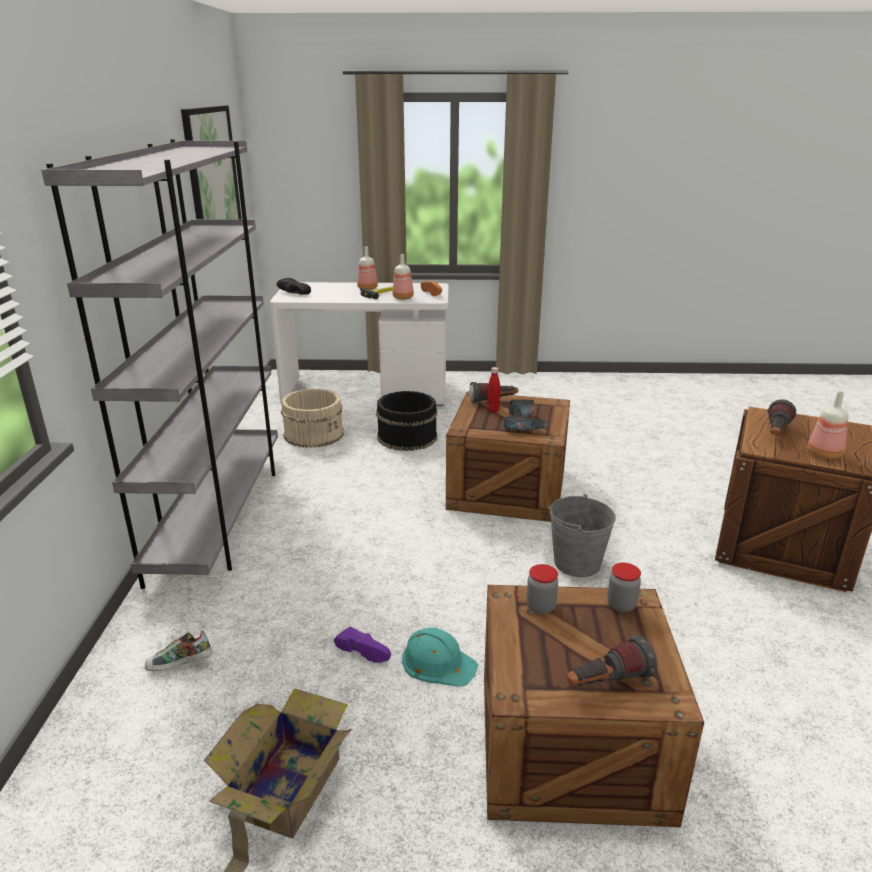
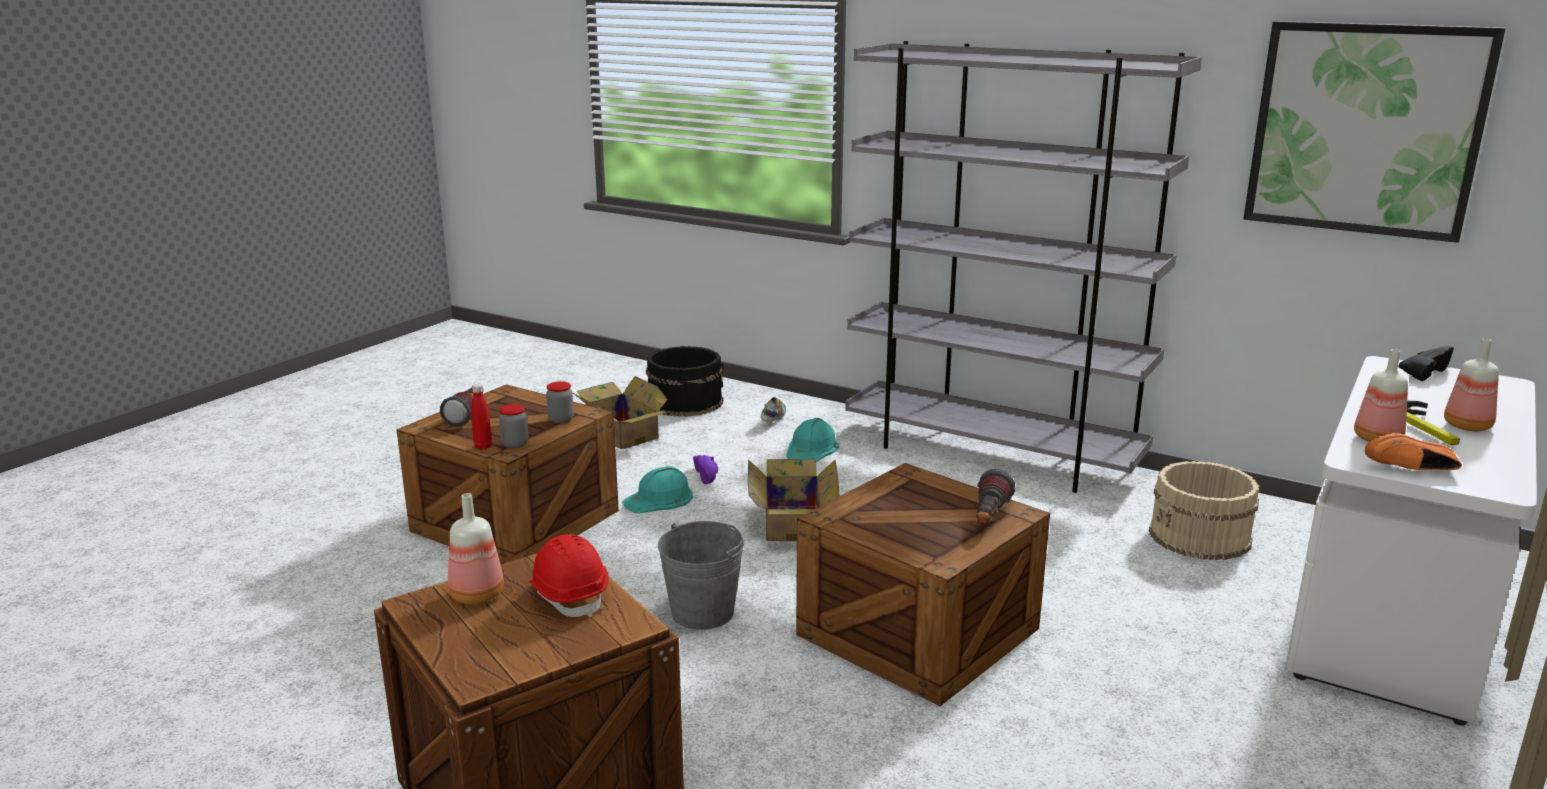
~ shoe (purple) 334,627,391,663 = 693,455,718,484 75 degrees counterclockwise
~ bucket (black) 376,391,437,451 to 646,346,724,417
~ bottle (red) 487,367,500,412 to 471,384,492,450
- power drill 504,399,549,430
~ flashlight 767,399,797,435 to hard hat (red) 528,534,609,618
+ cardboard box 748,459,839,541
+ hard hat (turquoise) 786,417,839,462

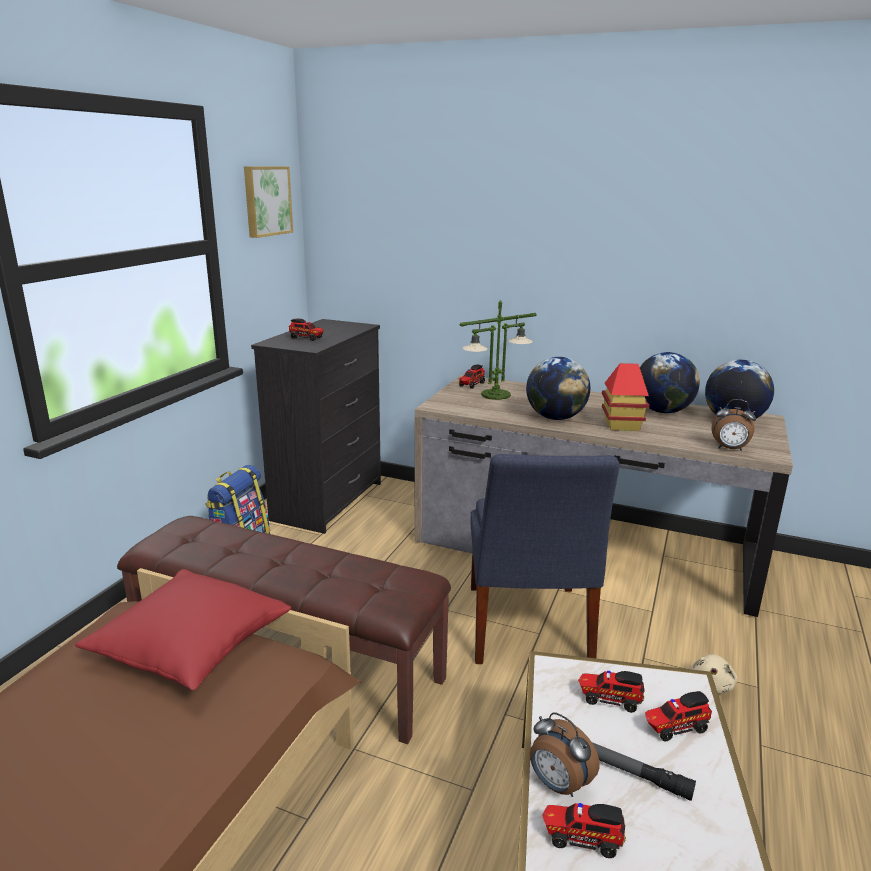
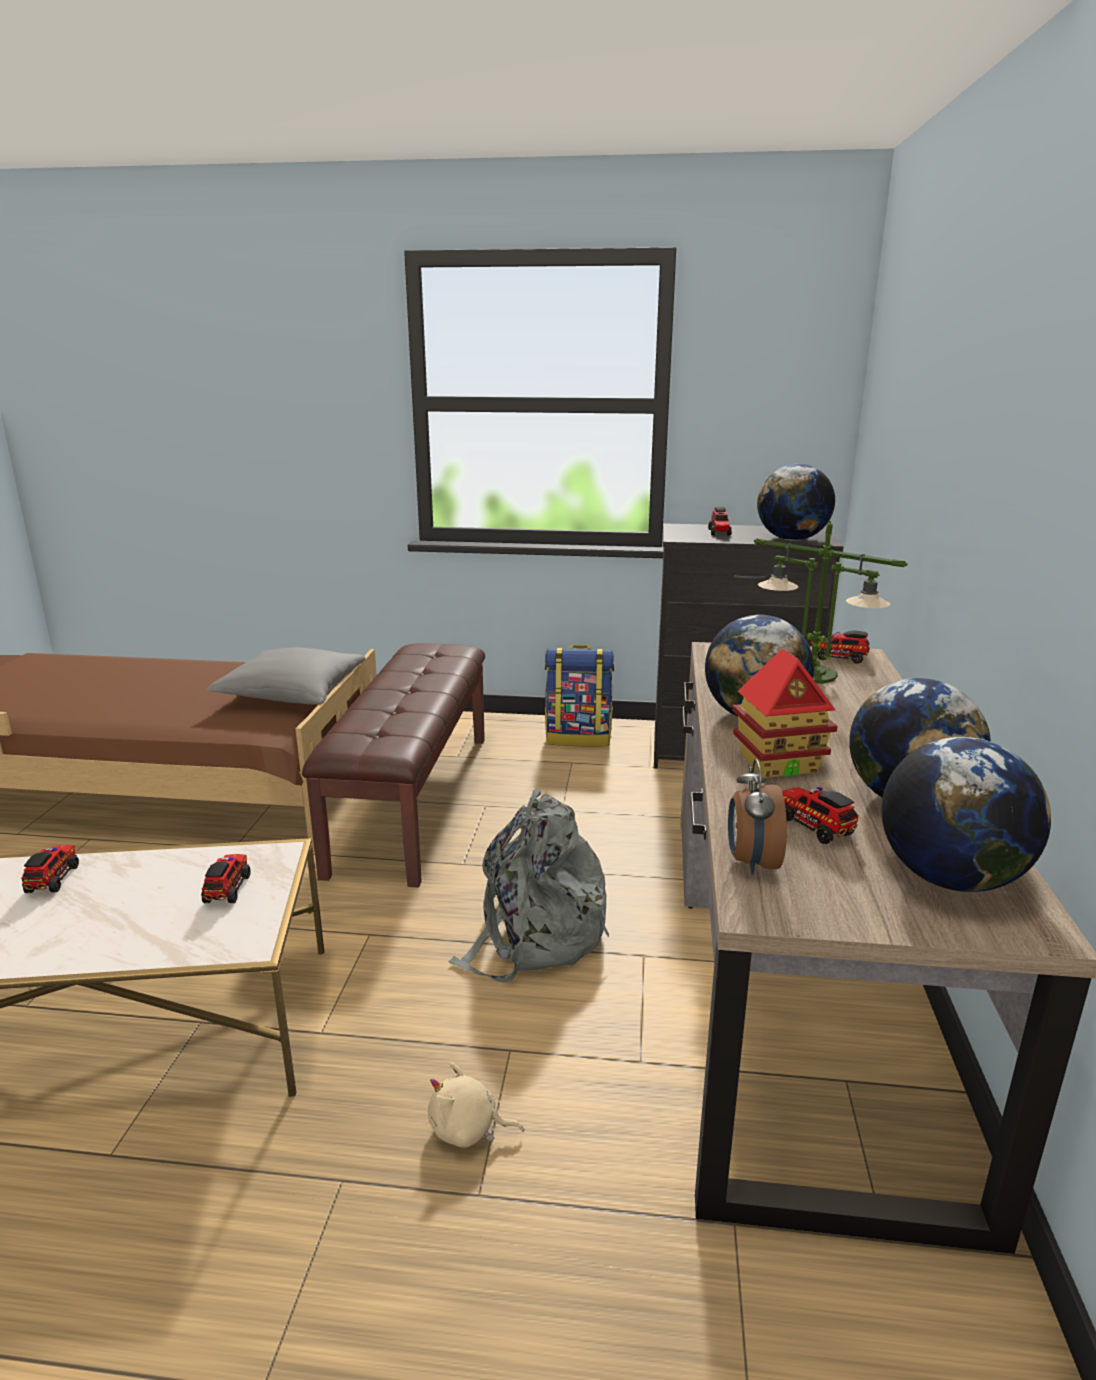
~ pillow (red) 75,569,291,690 to pillow (grey) 207,648,366,705
- picture 244,166,293,238
~ chair (blue) 470,454,620,664 to backpack (grey) 449,787,609,983
- alarm clock 530,712,599,797
- flashlight 592,742,696,801
~ toy truck 645,691,712,742 to 782,787,859,844
+ globe 757,464,835,541

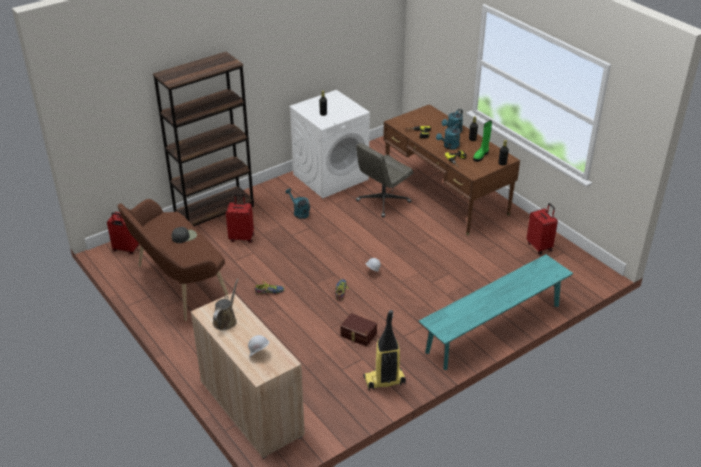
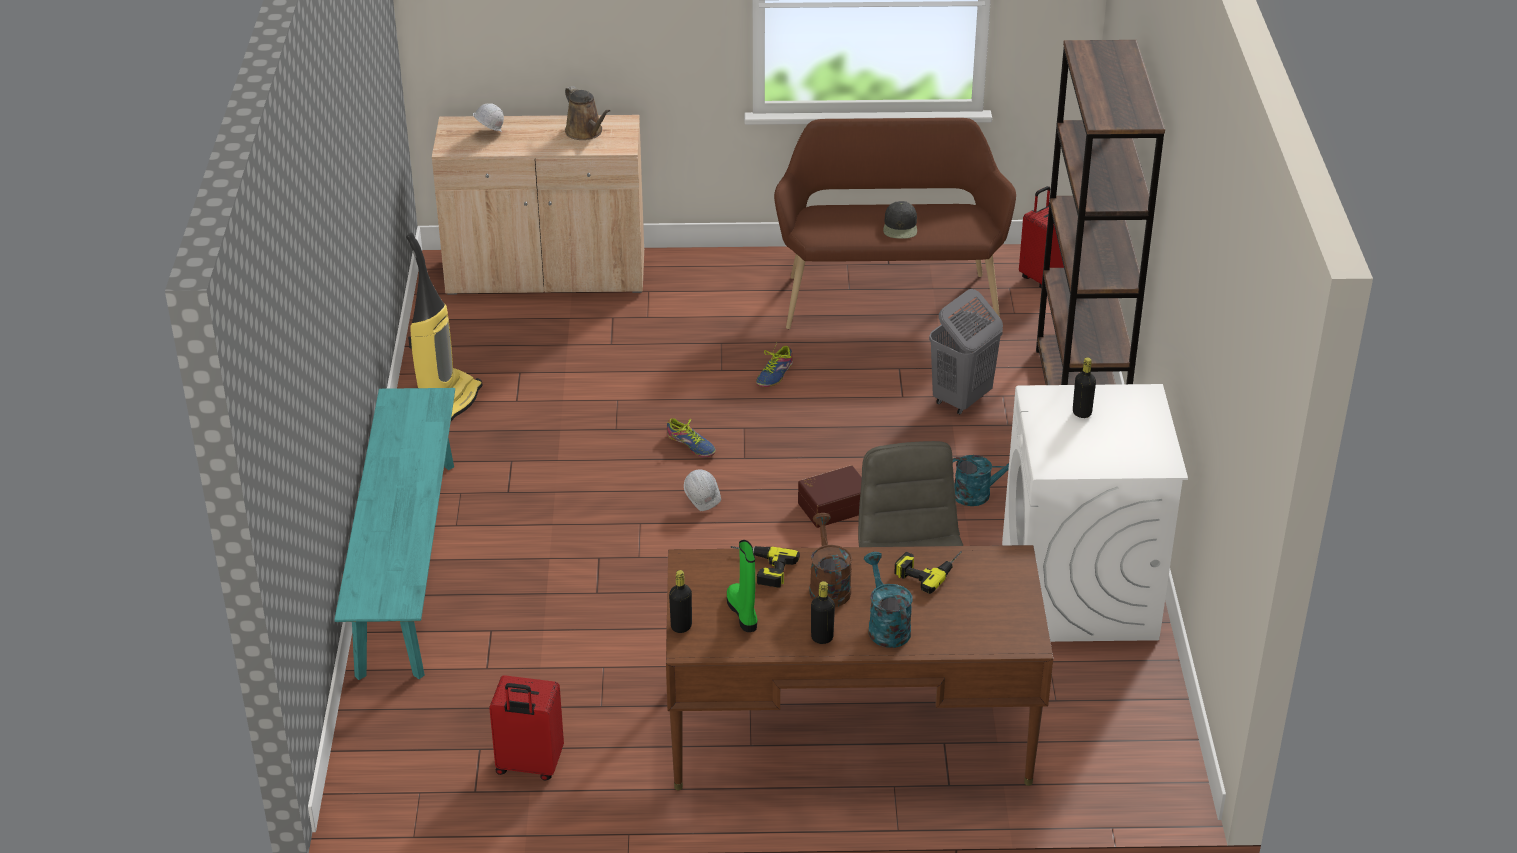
~ suitcase (red) 226,194,254,243 to laundry basket (grey) 929,289,1003,414
~ storage box (brown) 340,313,377,347 to 798,465,862,528
~ watering can (turquoise) 436,124,461,150 to watering can (brown) 809,513,852,607

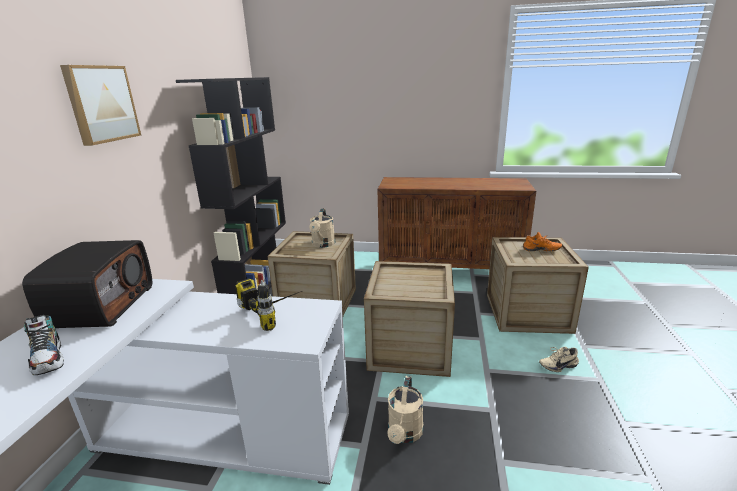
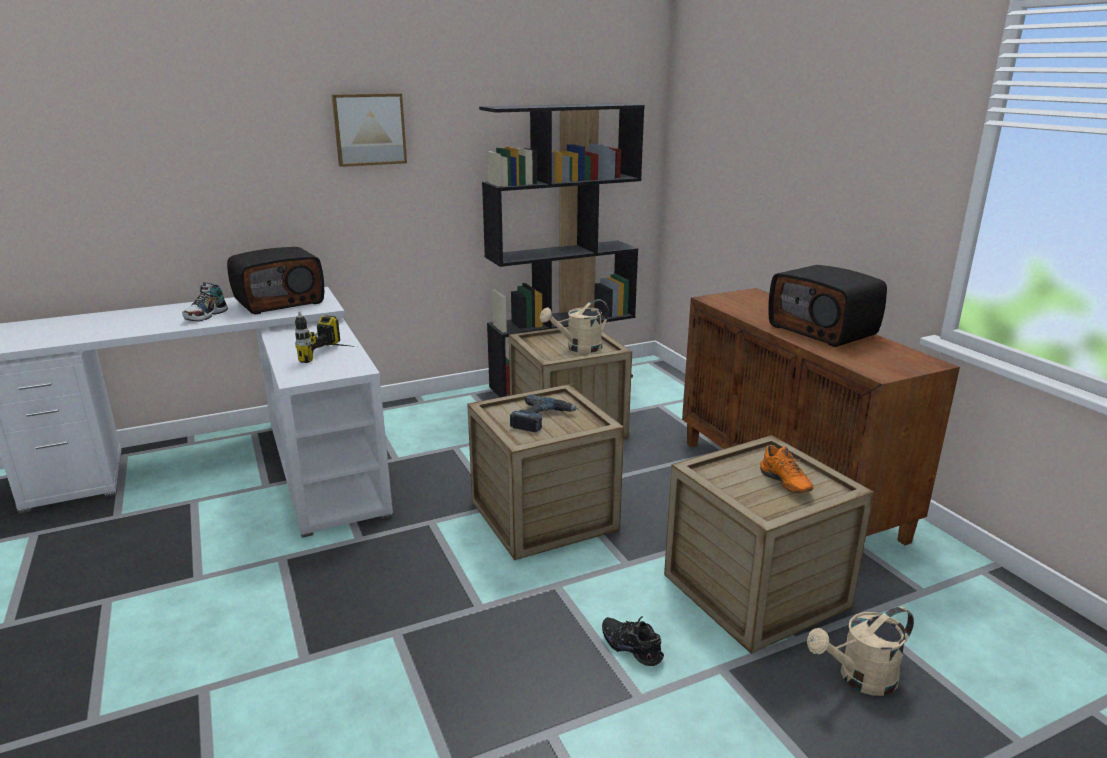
~ watering can (beige) 387,376,424,444 to 807,607,914,696
~ shoe (beige) 539,347,579,372 to shoe (black) 602,616,664,666
+ power drill 510,395,578,432
+ radio 768,265,887,347

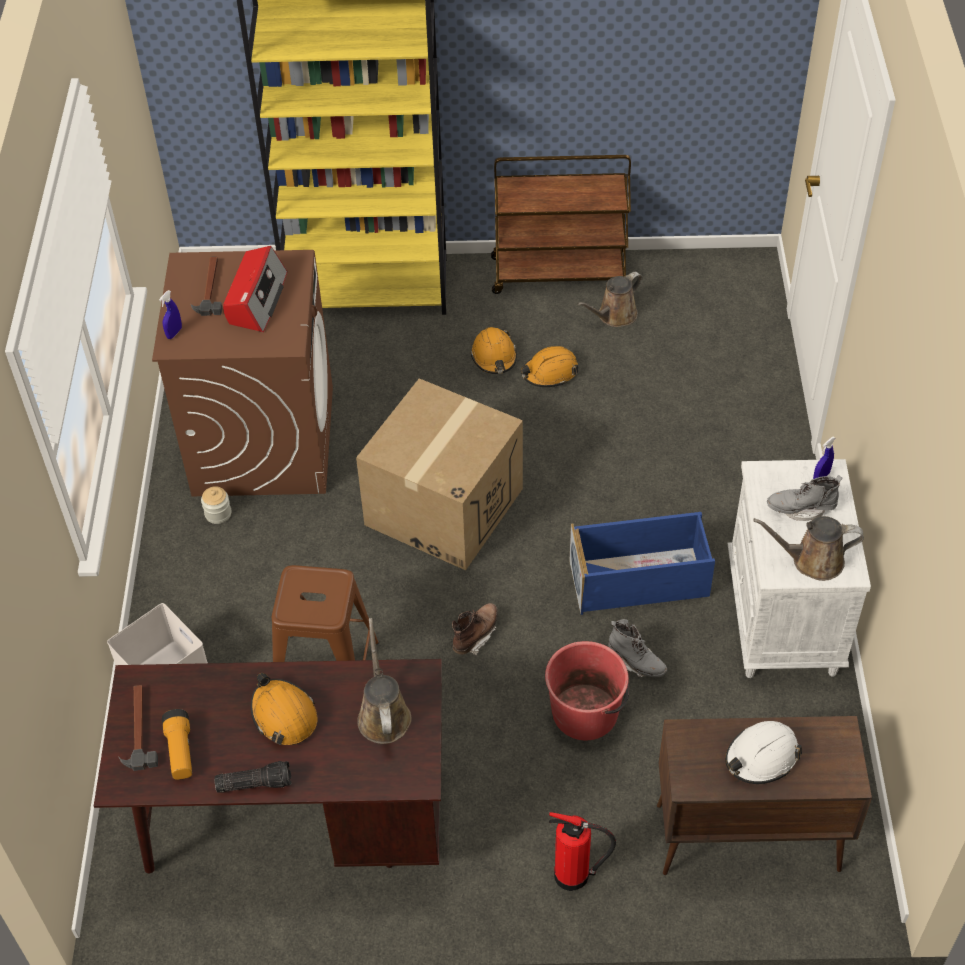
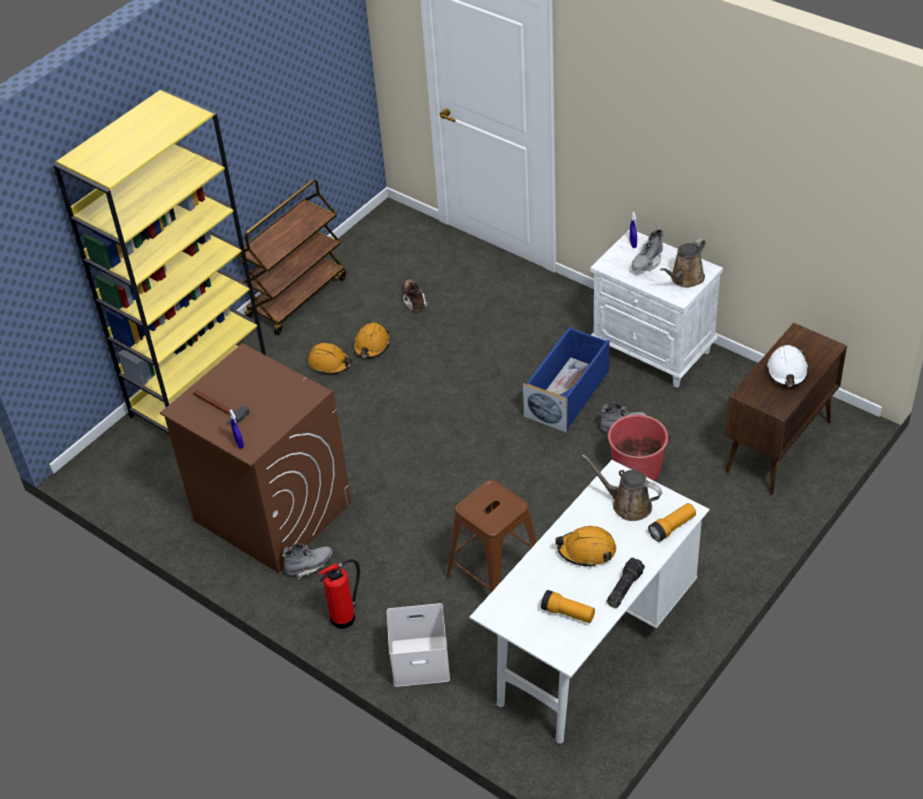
~ desk (brown) 94,659,442,874 to desk (white) 470,460,709,744
- hammer 119,685,158,771
~ jar 201,486,231,524 to boot (grey) 282,544,332,579
- radio 223,246,287,332
- cardboard box 356,378,523,570
~ boot (brown) 452,603,498,655 to 403,279,428,311
~ fire extinguisher 549,812,616,891 to 318,559,360,629
- watering can (brown) 578,272,643,327
+ flashlight 648,503,696,542

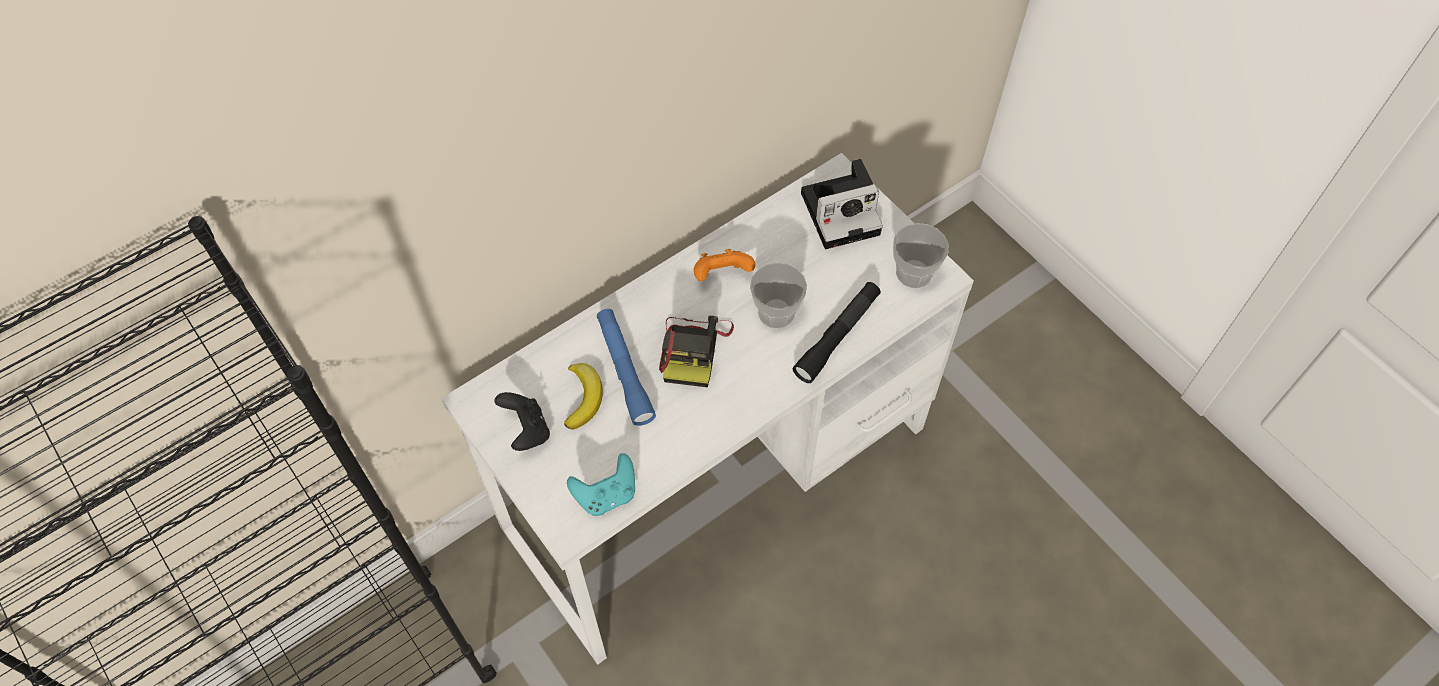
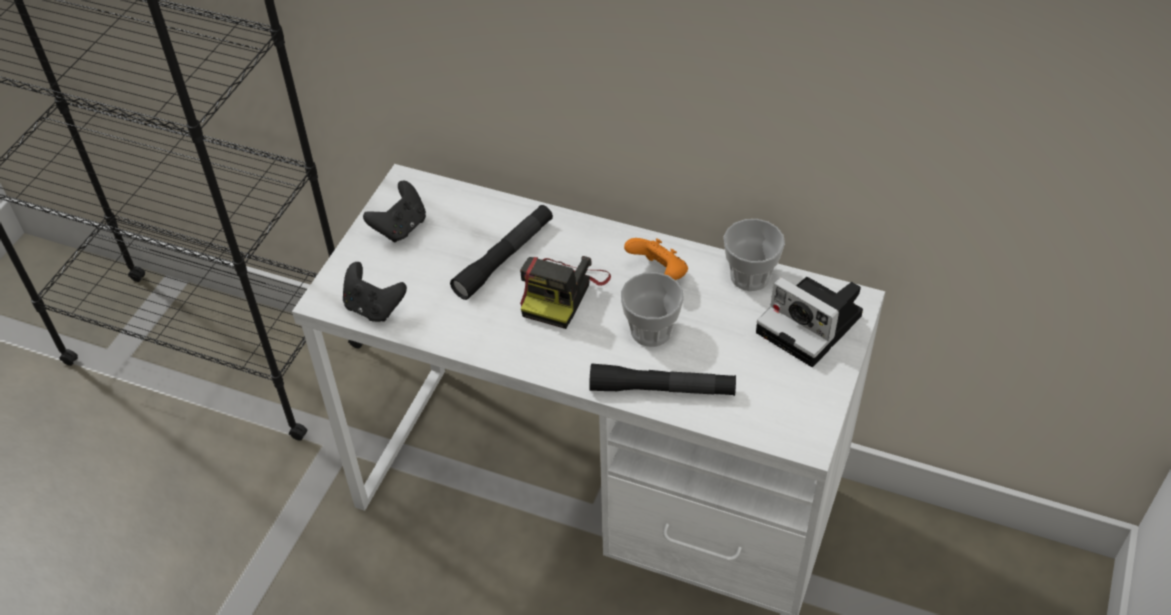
- banana 564,363,603,430
~ game controller (turquoise) 567,453,635,516 to game controller (black) 343,262,407,322
~ flashlight (blue) 597,309,656,426 to flashlight (black) 450,205,553,300
~ photo camera 659,316,734,387 = 520,256,611,329 45 degrees counterclockwise
~ cup 893,223,949,288 to 723,219,785,291

